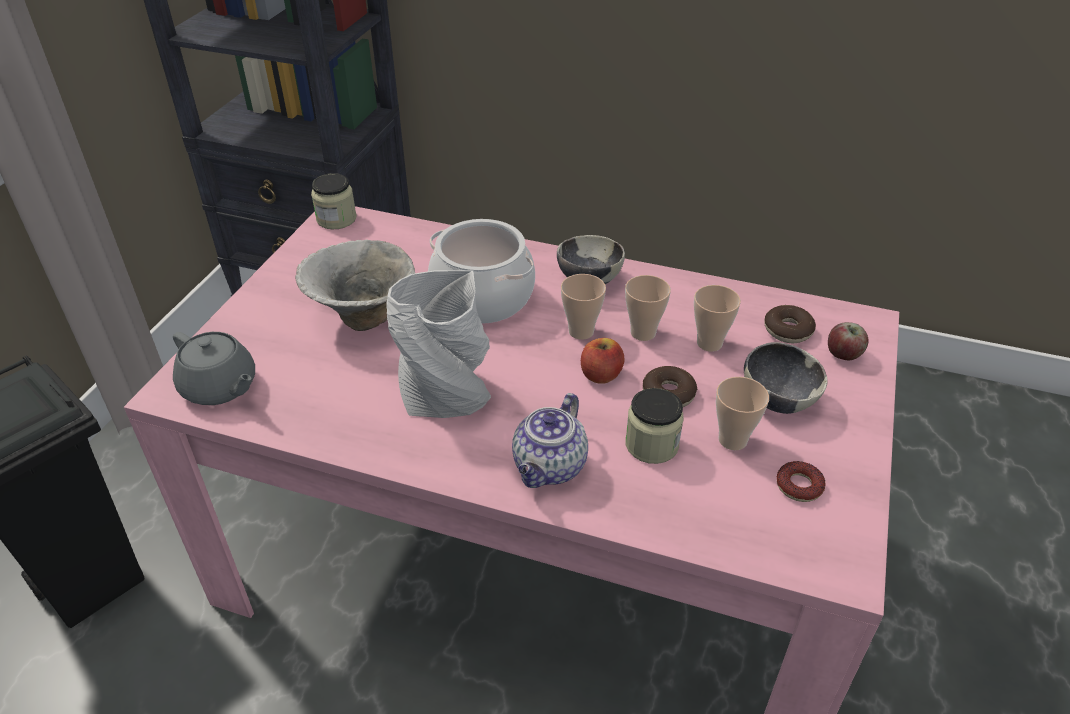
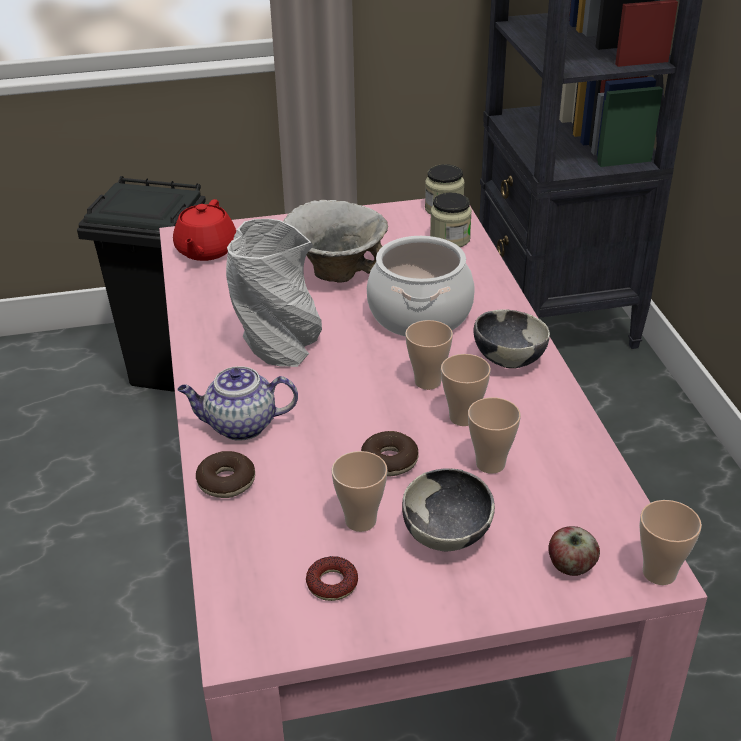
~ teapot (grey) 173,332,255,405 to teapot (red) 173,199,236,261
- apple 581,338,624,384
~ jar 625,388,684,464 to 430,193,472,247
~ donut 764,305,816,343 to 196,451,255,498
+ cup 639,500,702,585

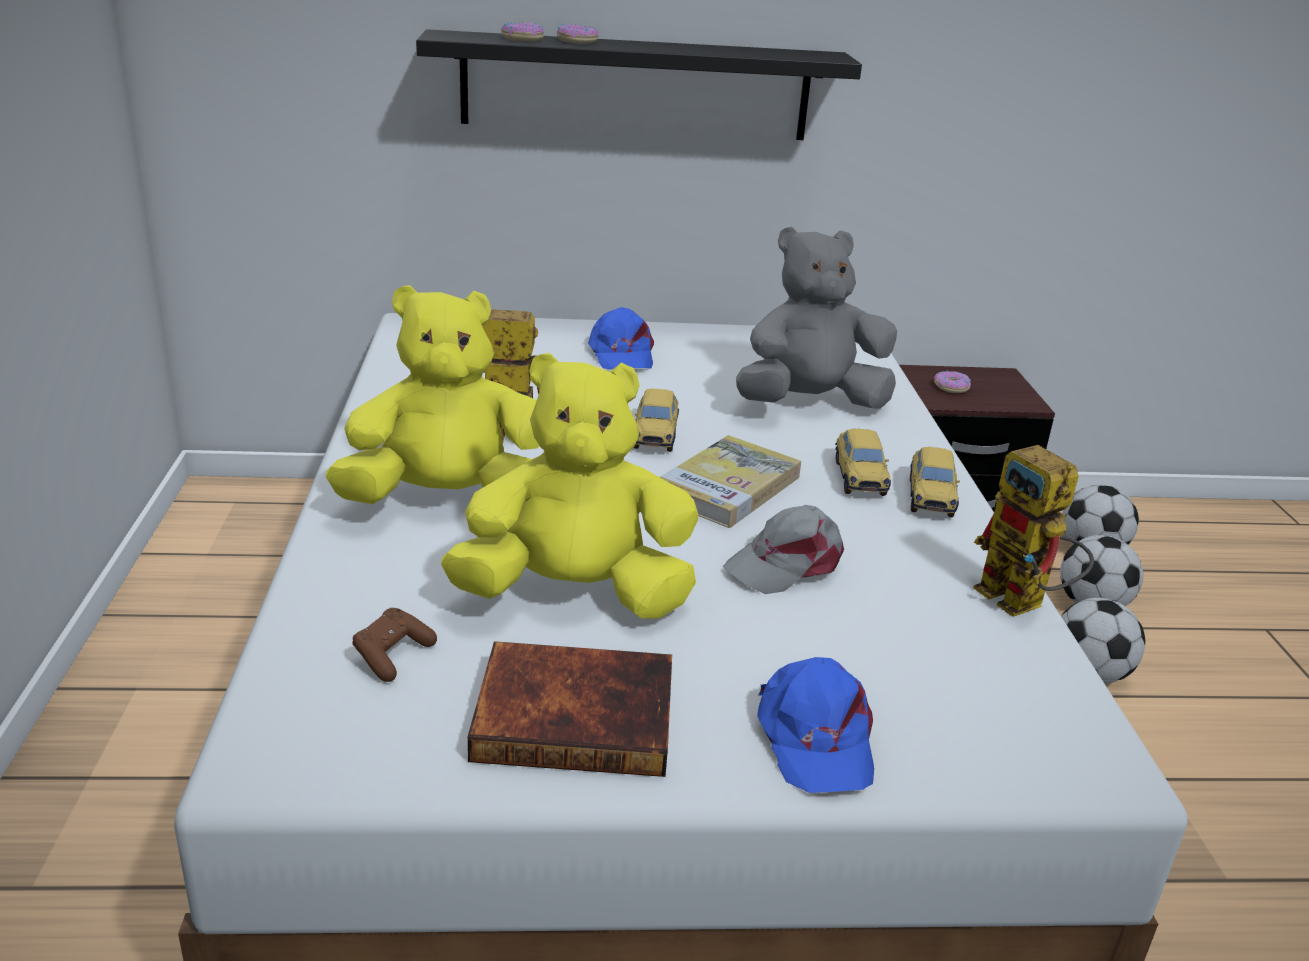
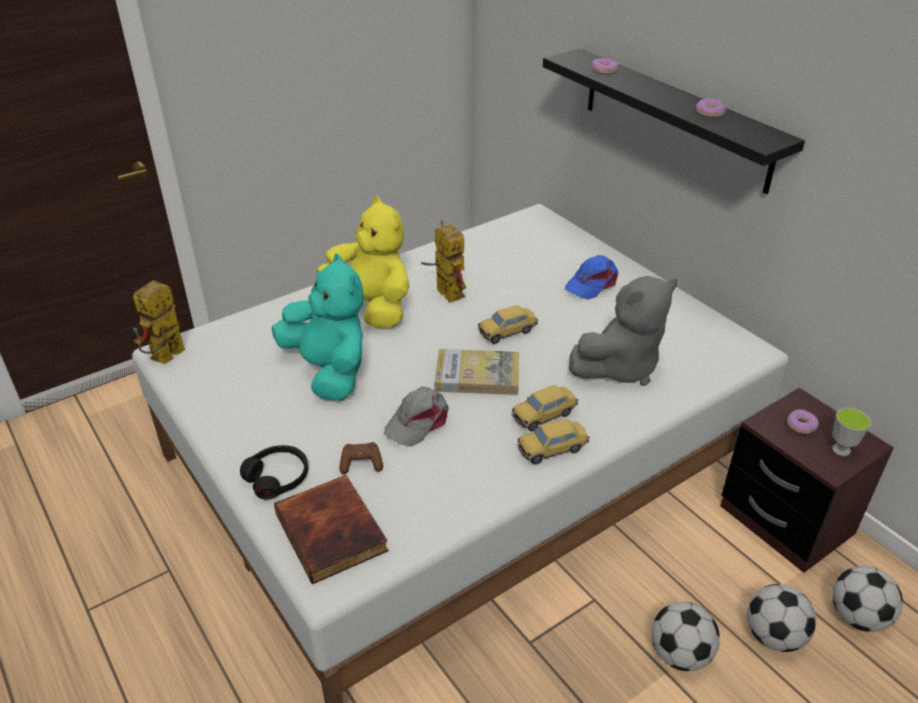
~ game controller (brown) 352,608,437,682 to 339,442,383,474
~ plush toy (yellow) 441,353,698,619 to plush toy (turquoise) 272,254,364,401
~ book 468,641,672,777 to 274,475,389,584
~ donut 557,24,599,44 to 696,98,726,117
~ cap (grey) 723,505,844,594 = 384,386,449,447 75 degrees counterclockwise
~ plush toy (grey) 736,226,897,409 = 569,276,677,386 105 degrees clockwise
~ cap (blue) 757,657,874,793 to headphones (black) 240,445,308,500
~ toy robot 974,445,1094,617 to 133,280,185,365
+ cup 832,408,871,456

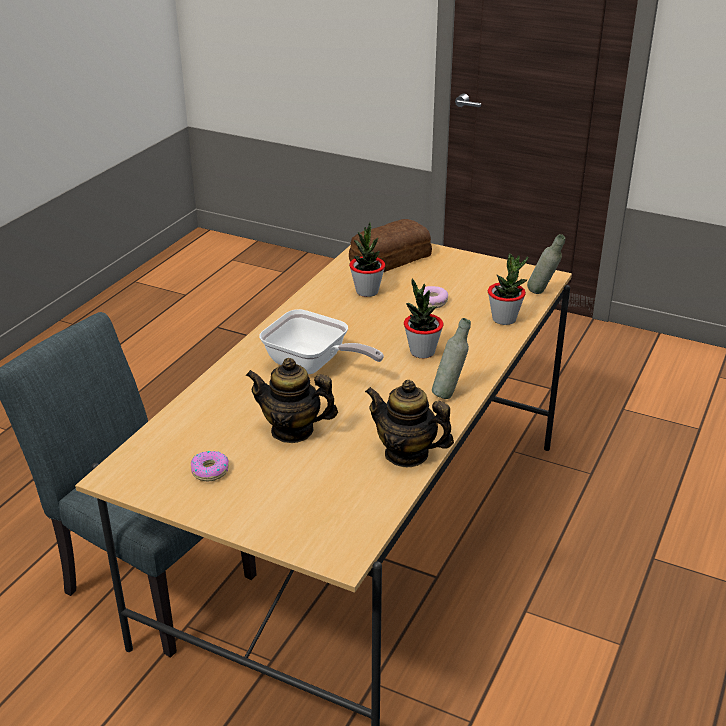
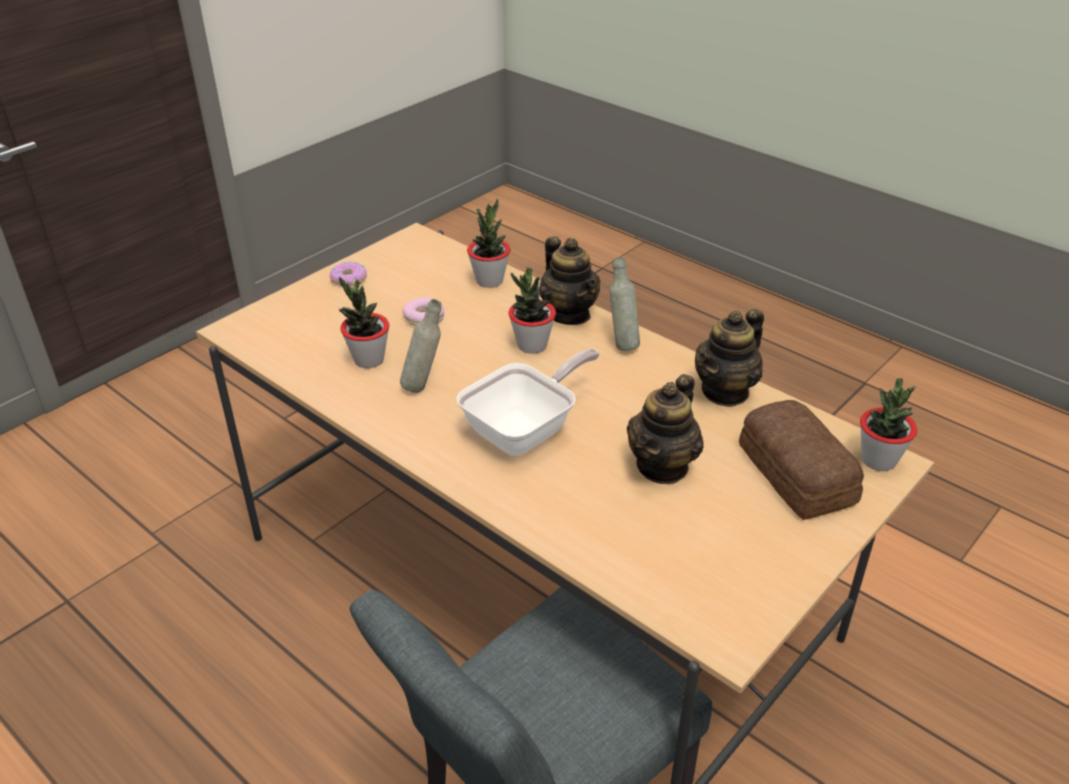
~ donut 190,451,229,481 to 330,261,367,286
~ bread 349,219,432,272 to 739,400,864,520
~ bottle (grey) 527,234,565,294 to 400,299,441,393
+ teapot 539,236,600,325
+ potted plant 860,378,917,471

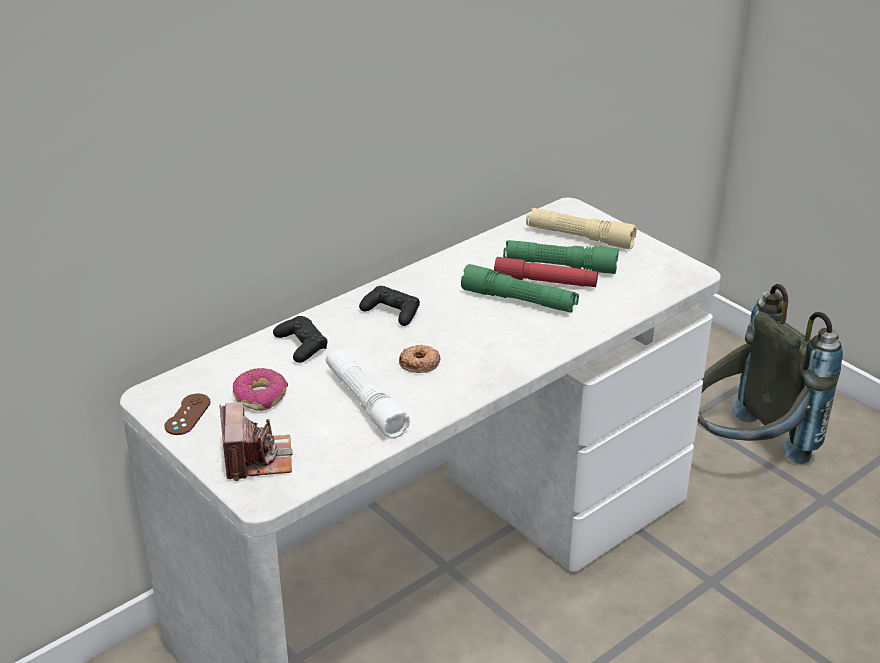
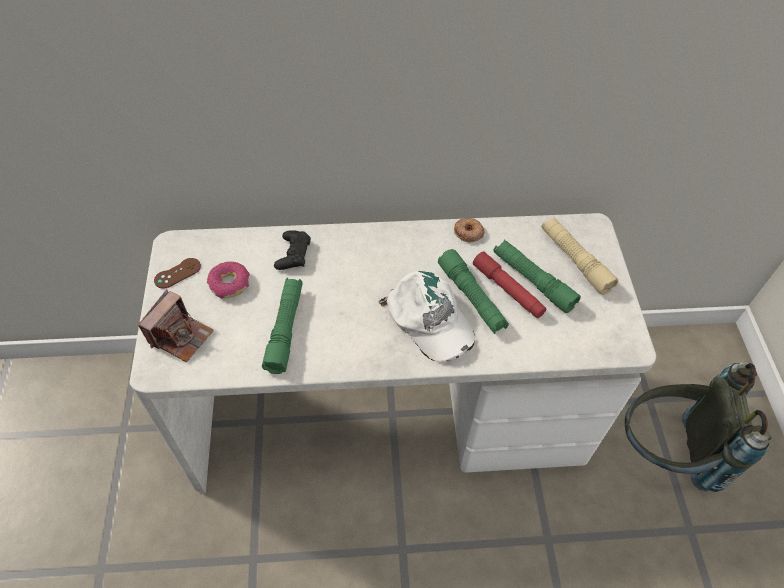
~ flashlight (white) 326,349,410,439 to flashlight (green) 262,278,303,374
- game controller (black) 359,286,420,326
~ donut 399,344,441,373 to 454,218,485,242
+ cap (white) 378,271,475,362

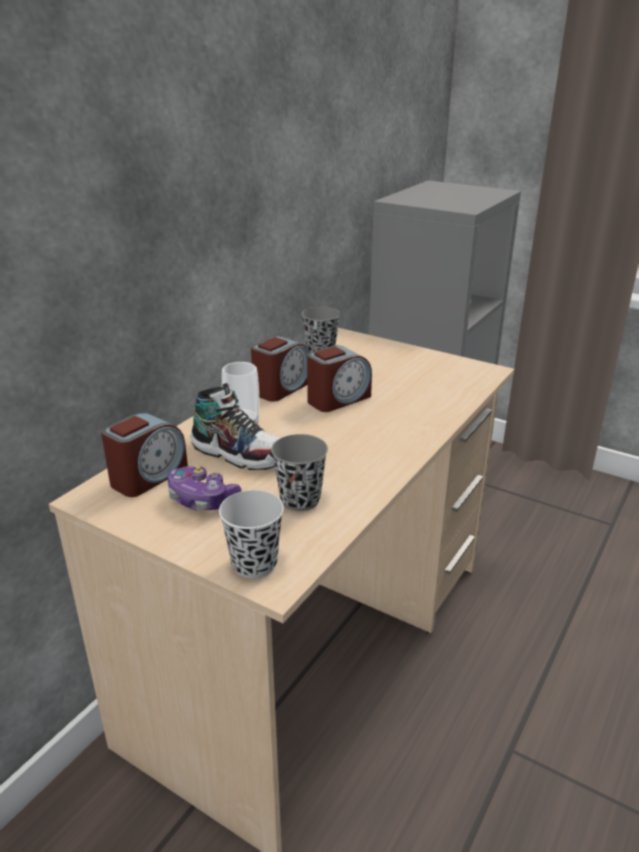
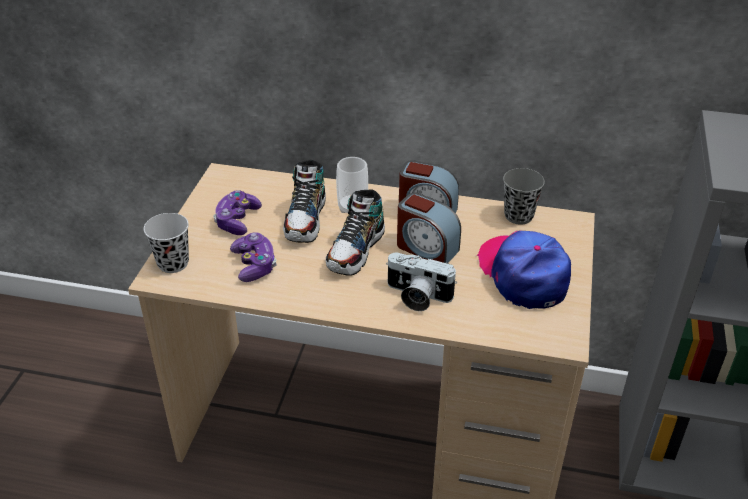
- alarm clock 101,413,188,497
~ cup (grey) 271,434,328,511 to game controller 230,232,277,282
+ shoe 326,189,385,275
+ photo camera 386,253,457,311
+ cap 477,230,571,309

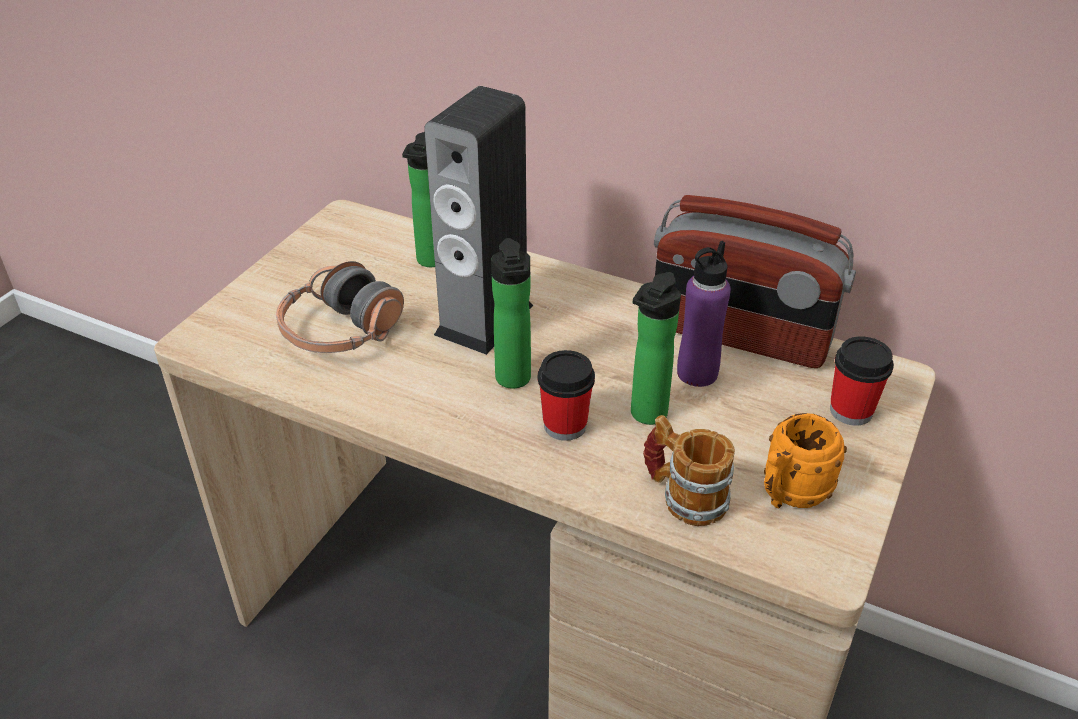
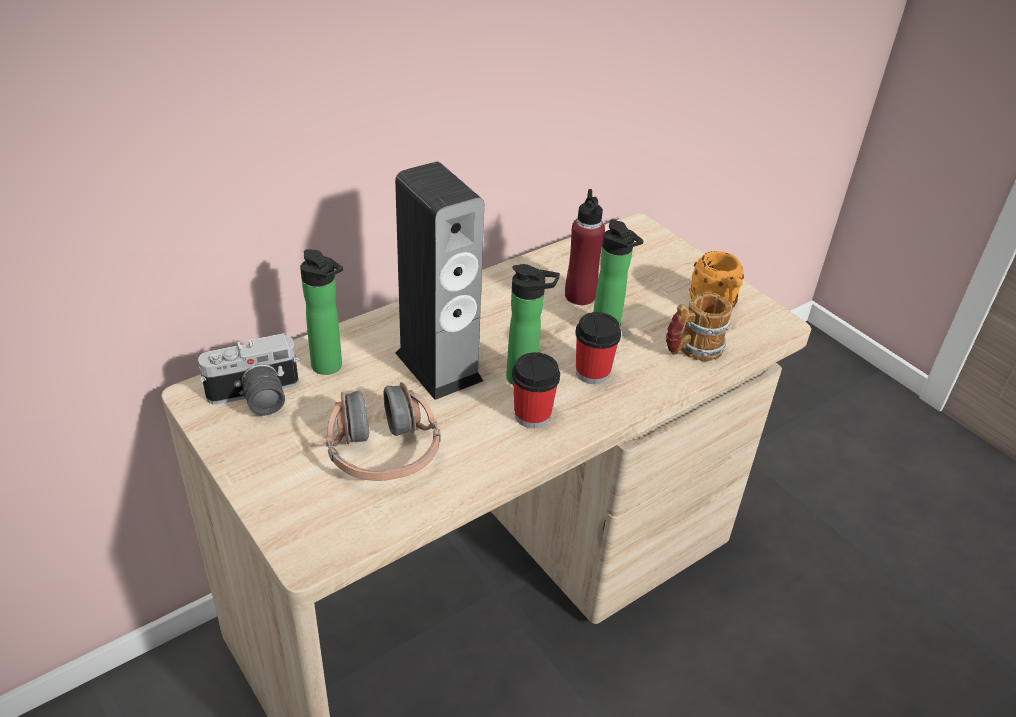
- radio 654,195,856,368
~ bottle (purple) 677,241,731,387 to bottle (red) 565,189,605,305
~ cup 830,337,894,425 to 512,352,560,428
+ photo camera 198,333,300,416

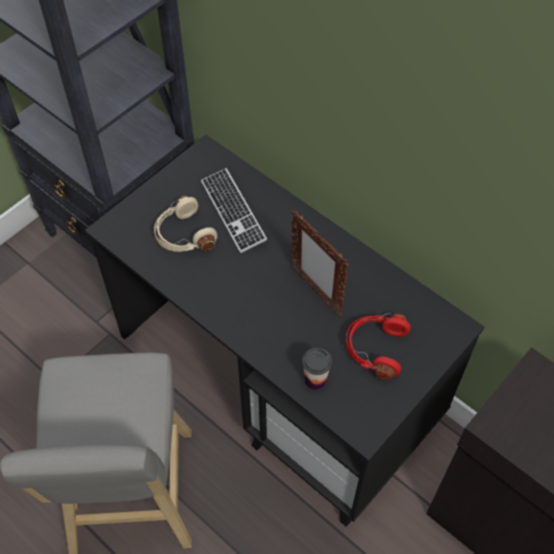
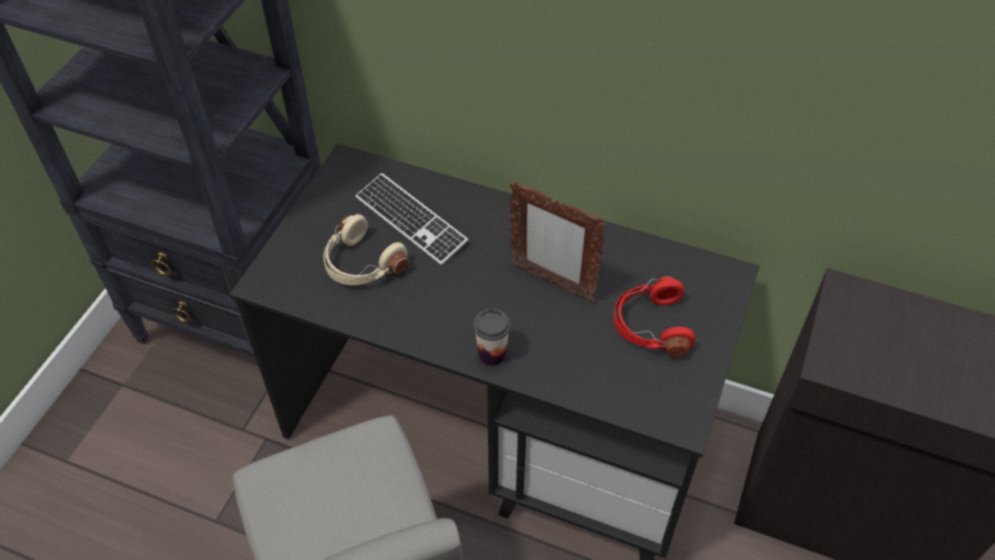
~ cup 302,348,332,390 to 473,309,511,366

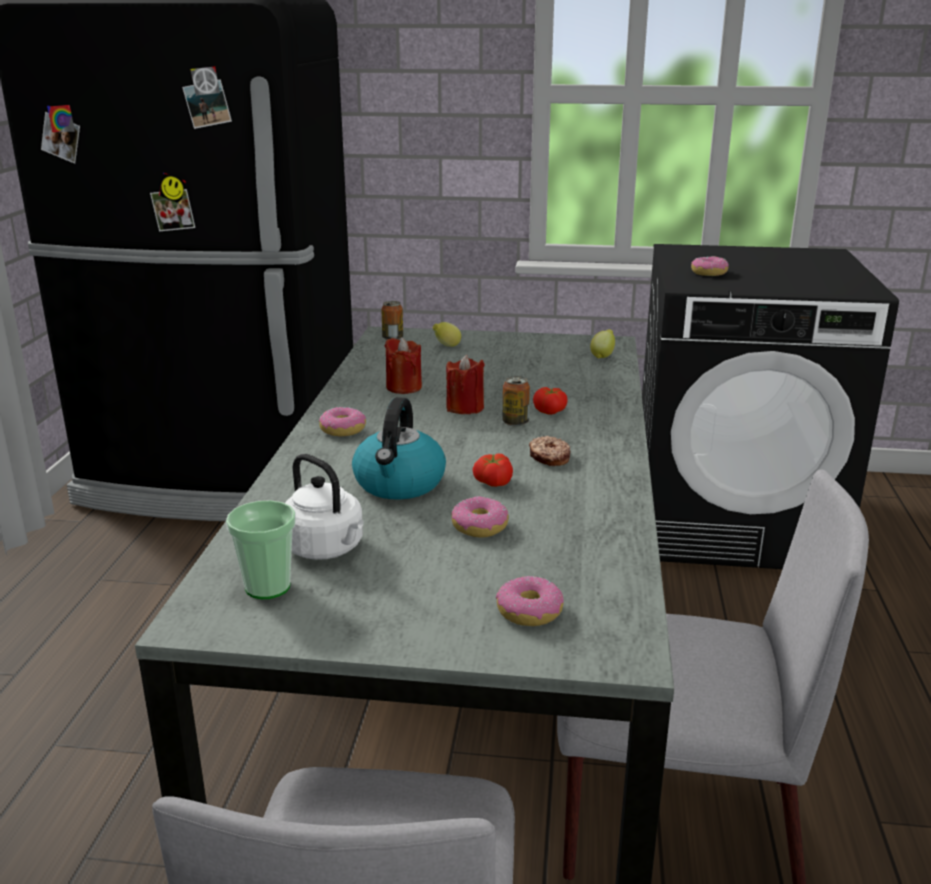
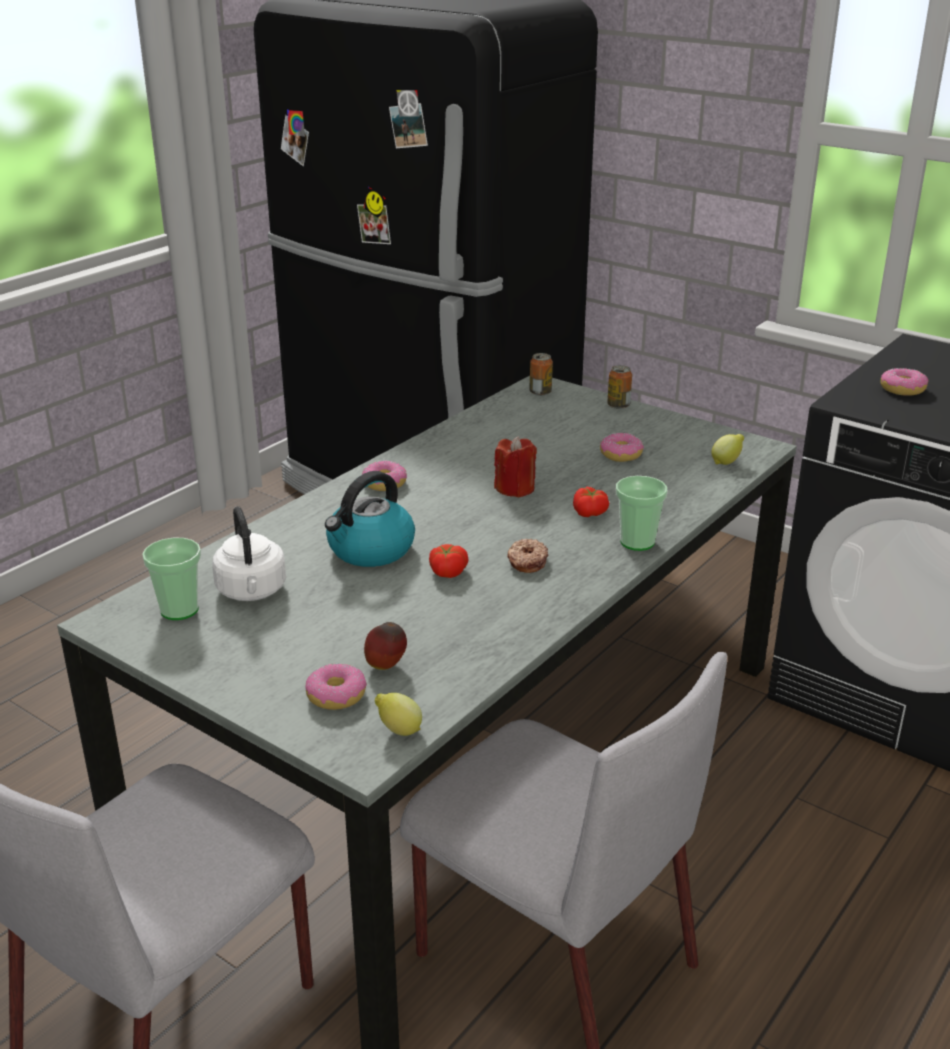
- candle (red) 385,338,422,394
~ lemon 433,322,461,347 to 375,693,422,736
~ donut 452,496,509,538 to 600,433,644,462
~ can 503,376,530,427 to 607,365,632,409
+ apple 364,622,407,670
+ cup 616,476,667,551

